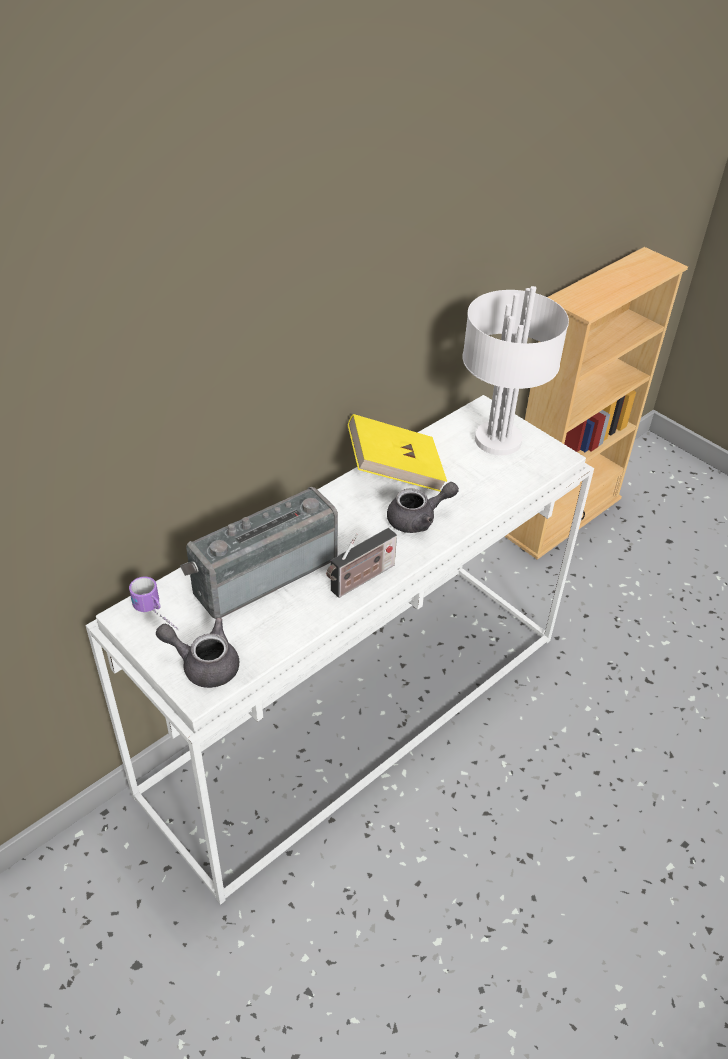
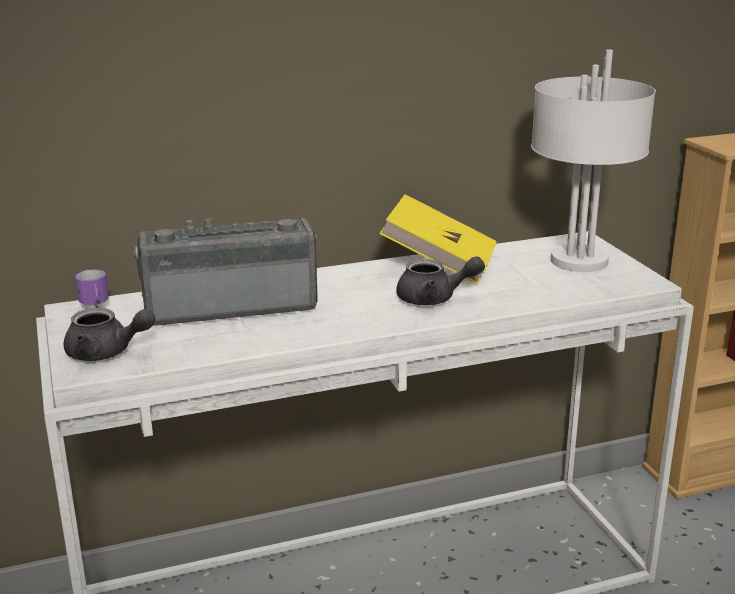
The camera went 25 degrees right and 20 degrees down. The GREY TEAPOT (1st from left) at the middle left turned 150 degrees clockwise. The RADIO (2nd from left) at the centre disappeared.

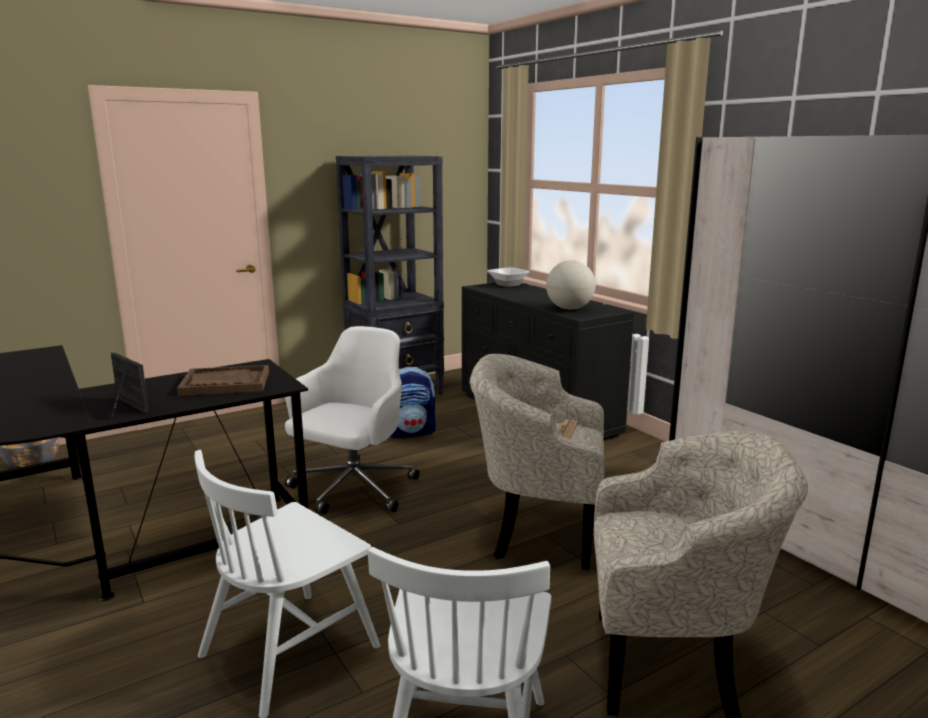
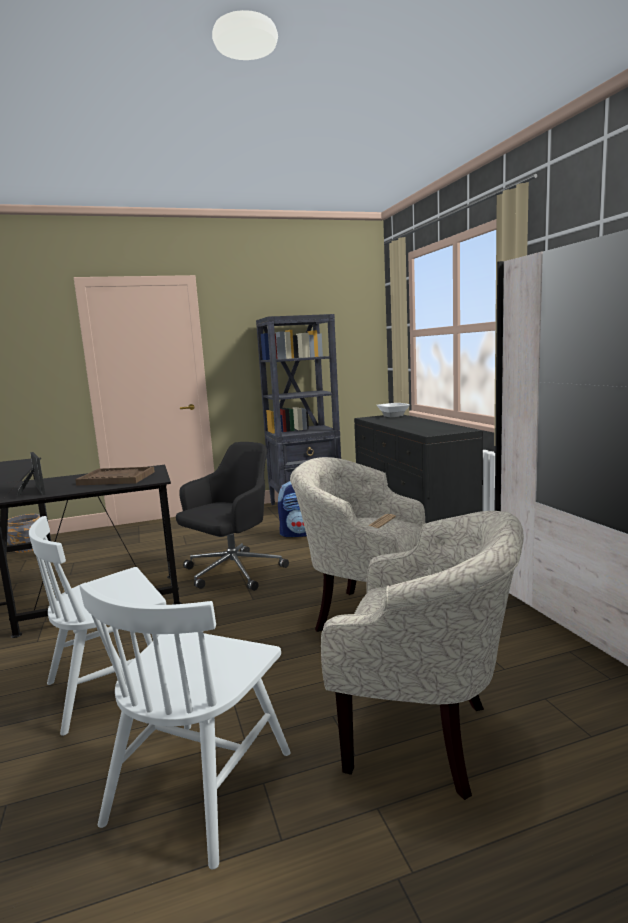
The camera went 15 degrees right and 5 degrees down. The WHITE OFFICE CHAIR at the centre became the BLACK OFFICE CHAIR at the centre. The GLOBE at the centre disappeared.

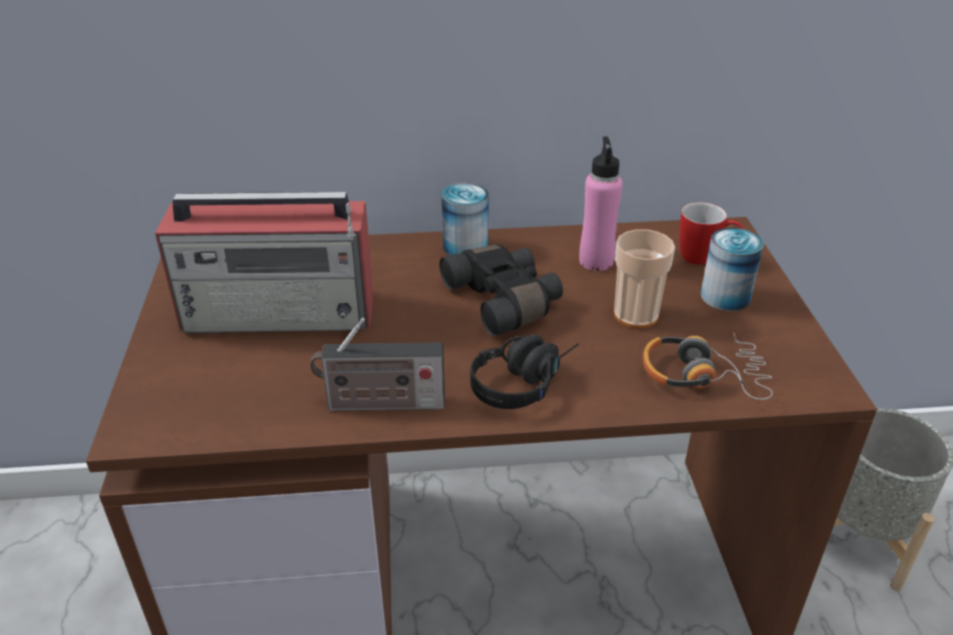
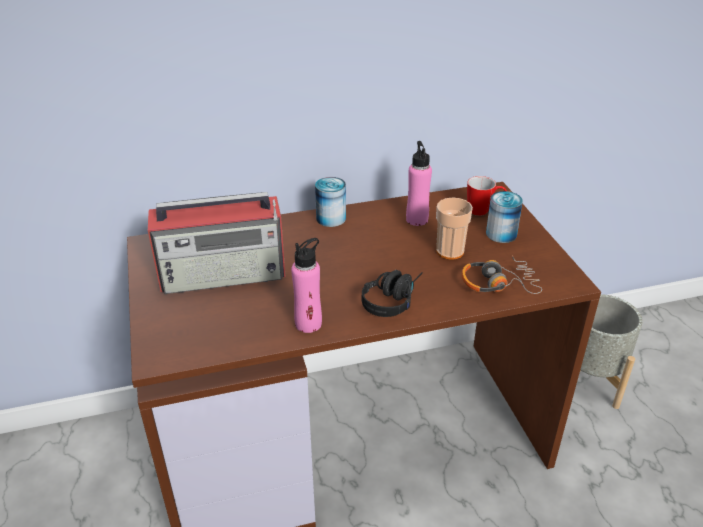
The camera went 10 degrees left and 0 degrees up. The RADIO (2nd from left) at the centre was replaced by the PINK BOTTLE (1st from left) at the centre. The BLACK BINOCULARS at the centre disappeared.

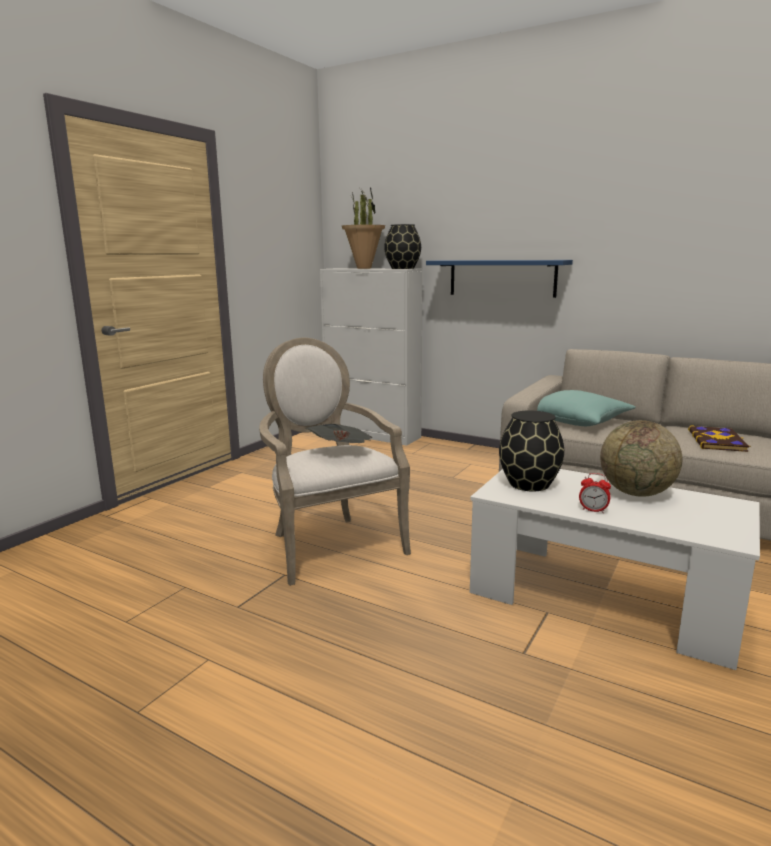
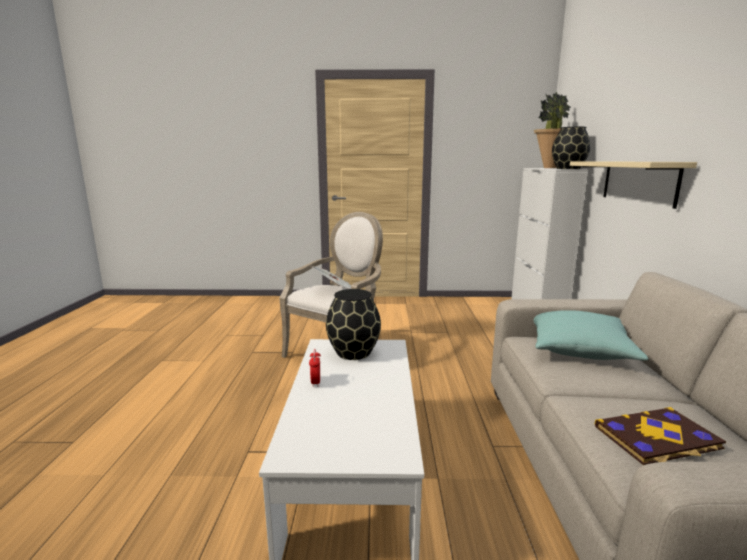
The camera went 60 degrees right and 0 degrees up. The BLUE SHELF at the top centre became the BEIGE SHELF at the top right. The GLOBE at the middle right disappeared.

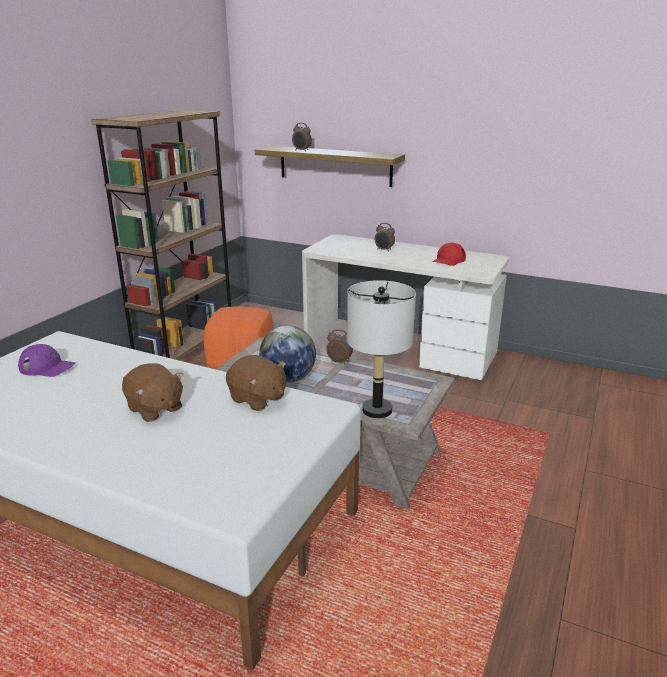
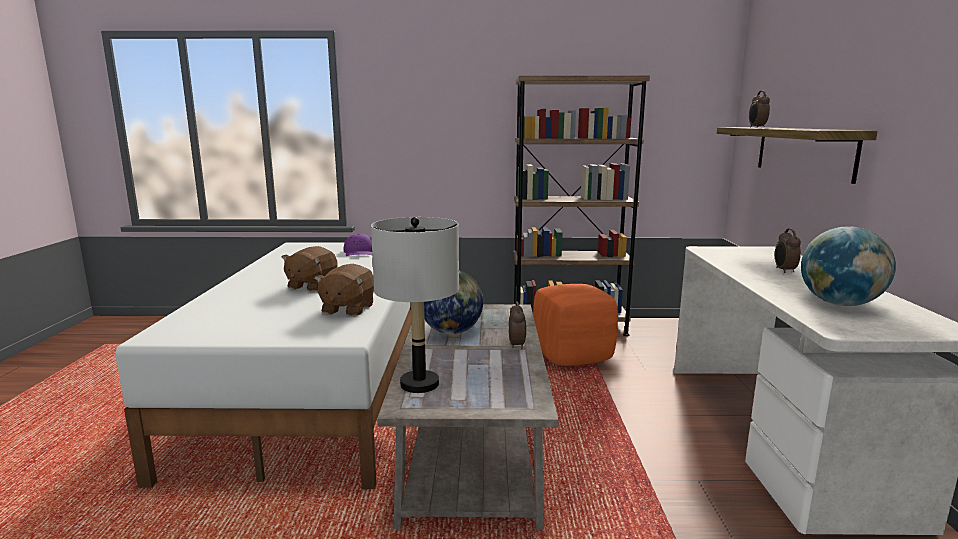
The camera went 65 degrees right and 10 degrees down. The RED CAP at the middle right was replaced by the GLOBE (2nd from left) at the middle right.

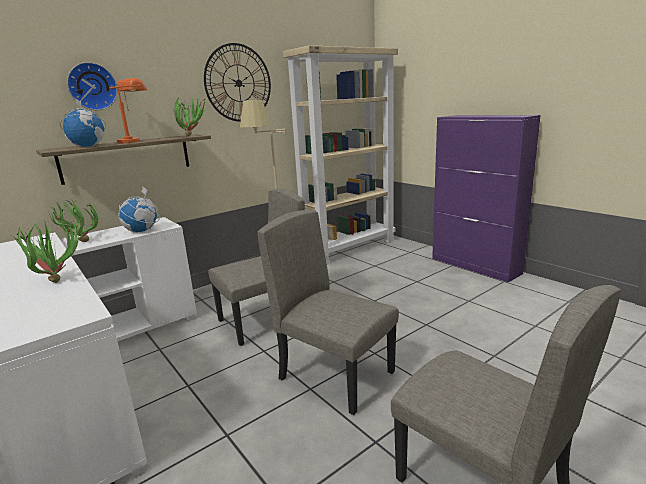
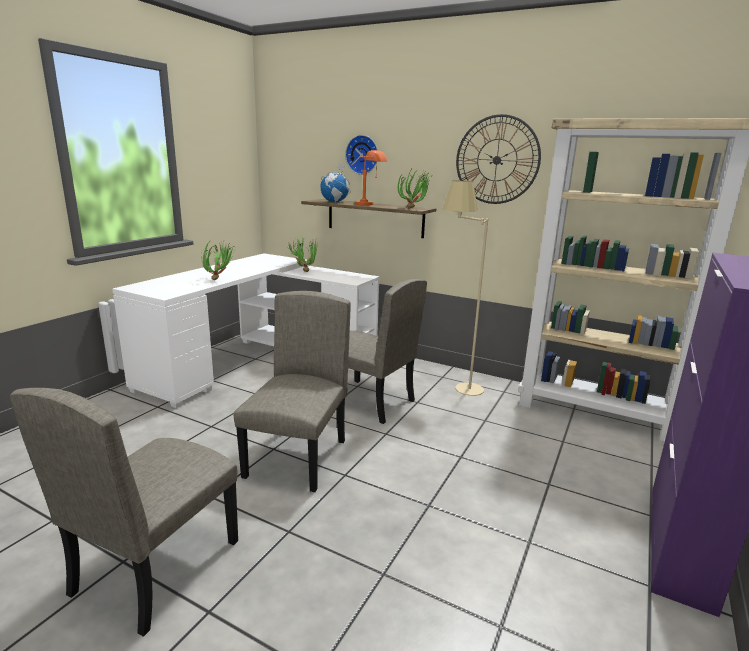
The camera went 65 degrees right and 0 degrees up. The GLOBE (2nd from left) at the middle left disappeared.

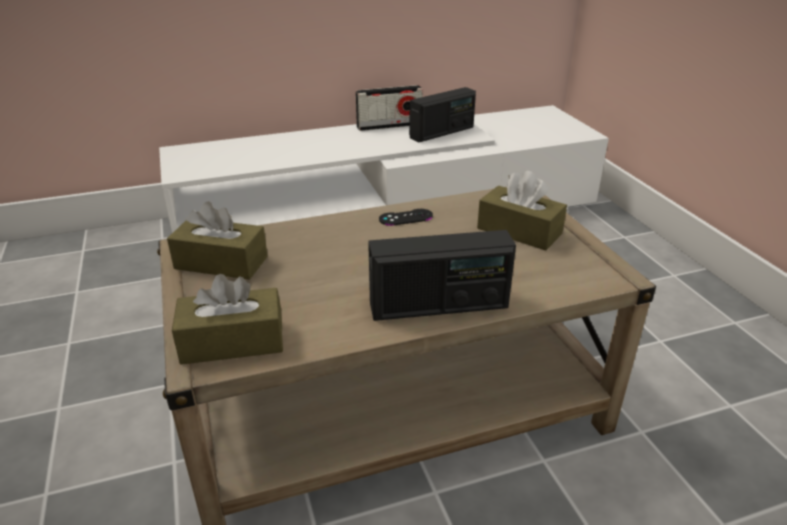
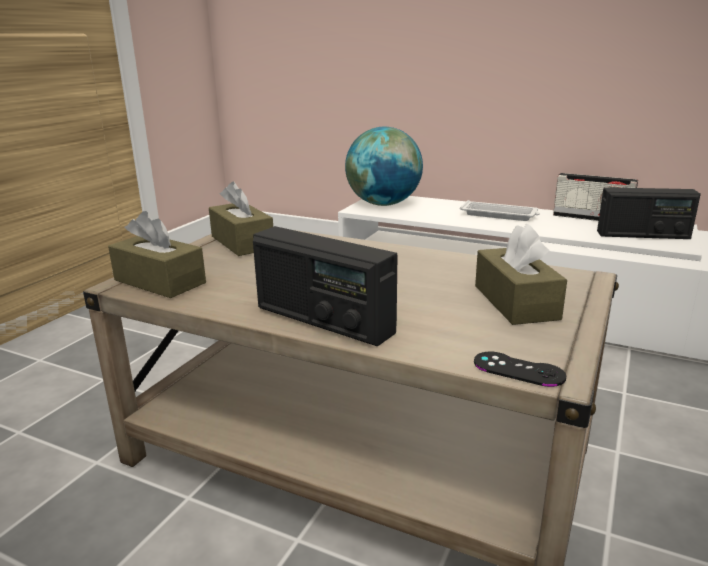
The camera went 45 degrees right and 10 degrees down. The BLACK GAME CONTROLLER moved from the centre to the middle right. The GLOBE at the top centre appeared. The WHITE TRAY at the middle right appeared.

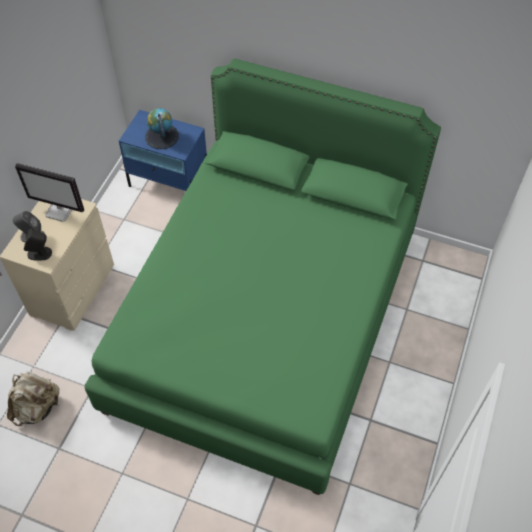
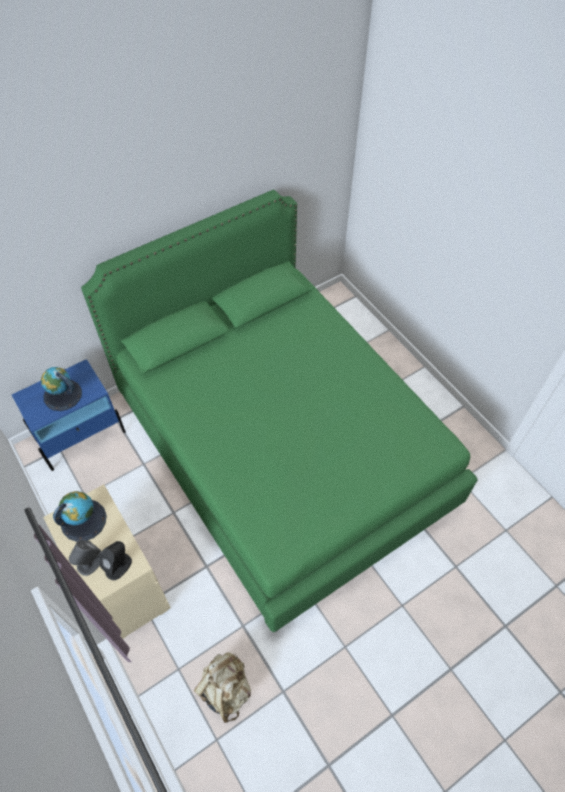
The camera went 55 degrees left and 0 degrees up. The MONITOR at the middle left was replaced by the GLOBE (2nd from left) at the middle left.

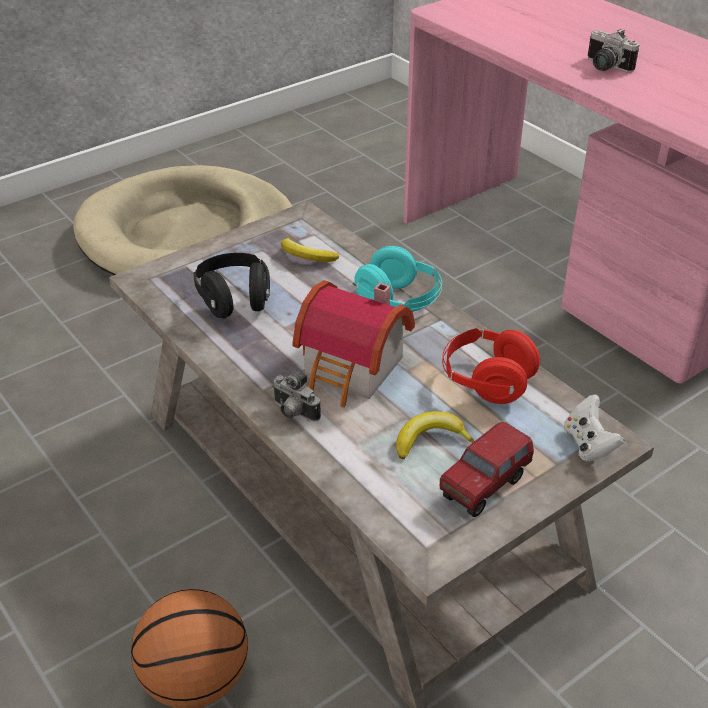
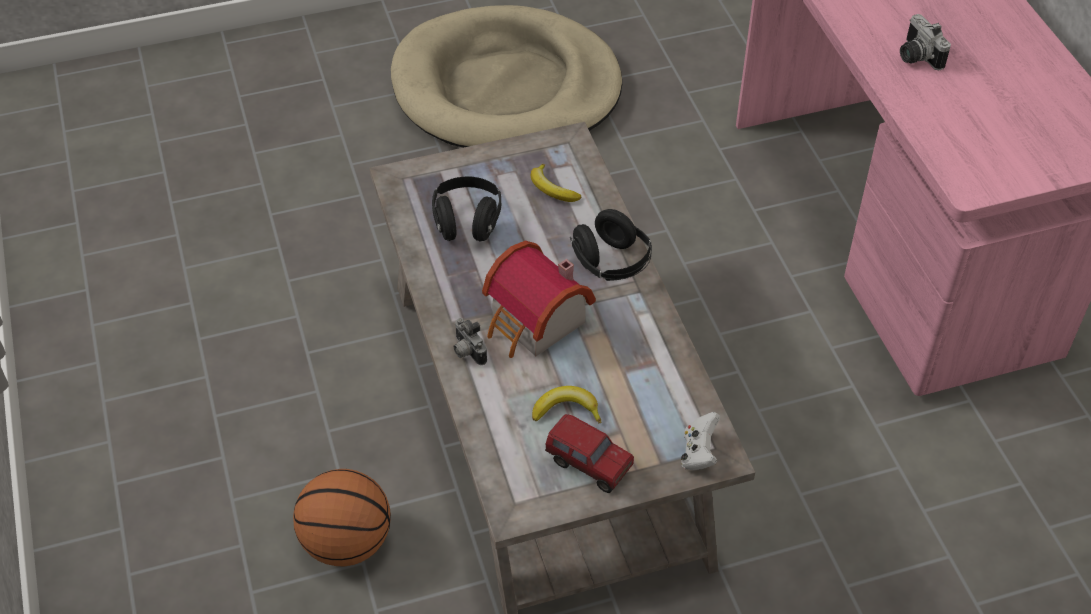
The camera went 20 degrees right and 10 degrees up. The TURQUOISE HEADPHONES at the centre became the BLACK HEADPHONES (2nd from left) at the centre. The TOY TRUCK at the middle right turned 120 degrees counterclockwise. The RED HEADPHONES at the middle right disappeared.

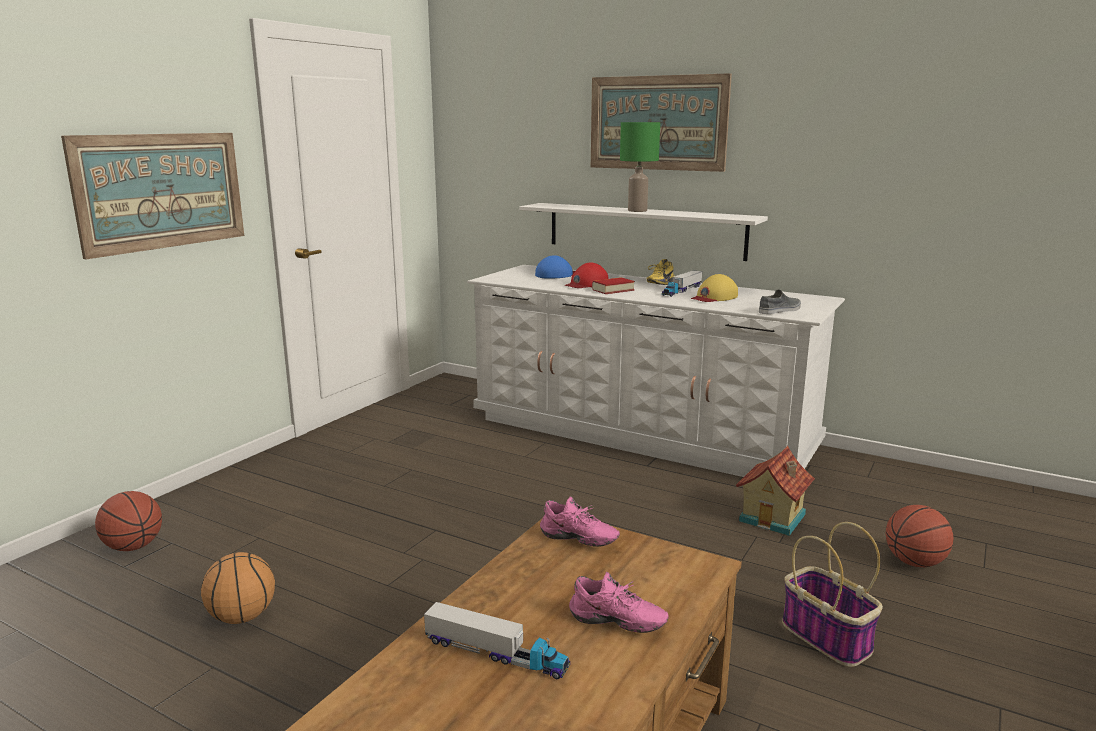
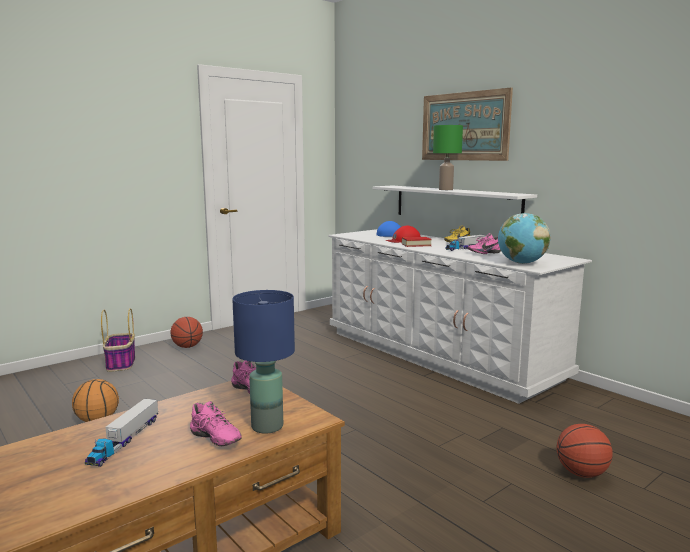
The camera went 20 degrees right and 5 degrees down. The PICTURE (1st from left) at the top left disappeared. The BASKETBALL (1st from left in the first image) moved from the bottom left to the middle left. The TOY TRUCK (1st from left) at the bottom centre turned 60 degrees clockwise. The YELLOW CAP at the centre was replaced by the PINK SHOE (3rd from left) at the middle right. The TOY HOUSE at the bottom right disappeared. The GREY SHOE at the middle right was replaced by the GLOBE at the middle right. The BASKET moved from the bottom right to the middle left. The BLUE TABLE LAMP at the centre appeared.

